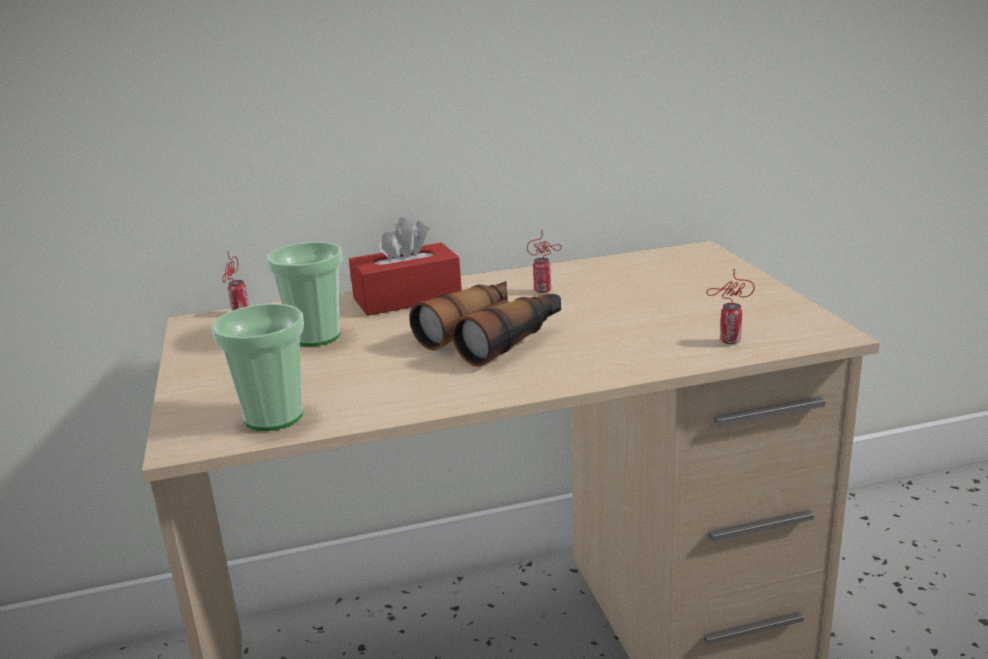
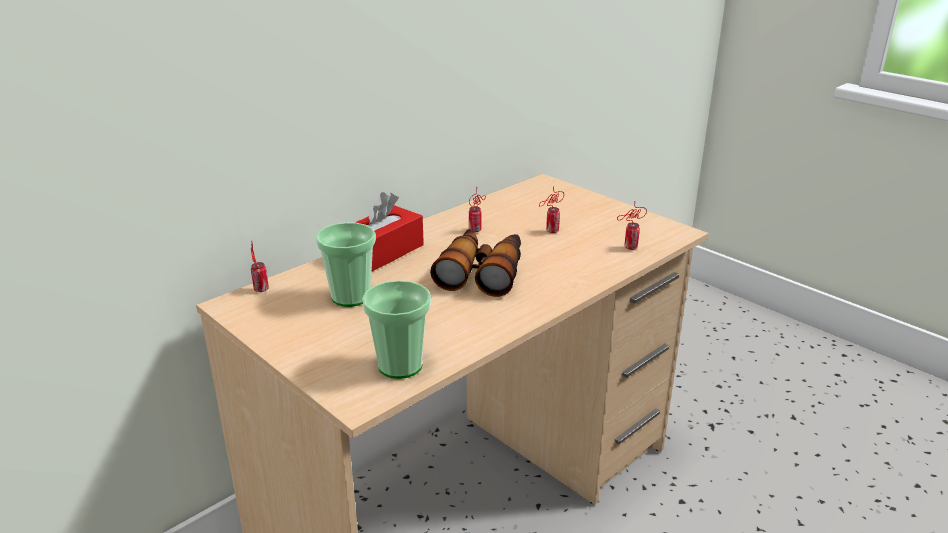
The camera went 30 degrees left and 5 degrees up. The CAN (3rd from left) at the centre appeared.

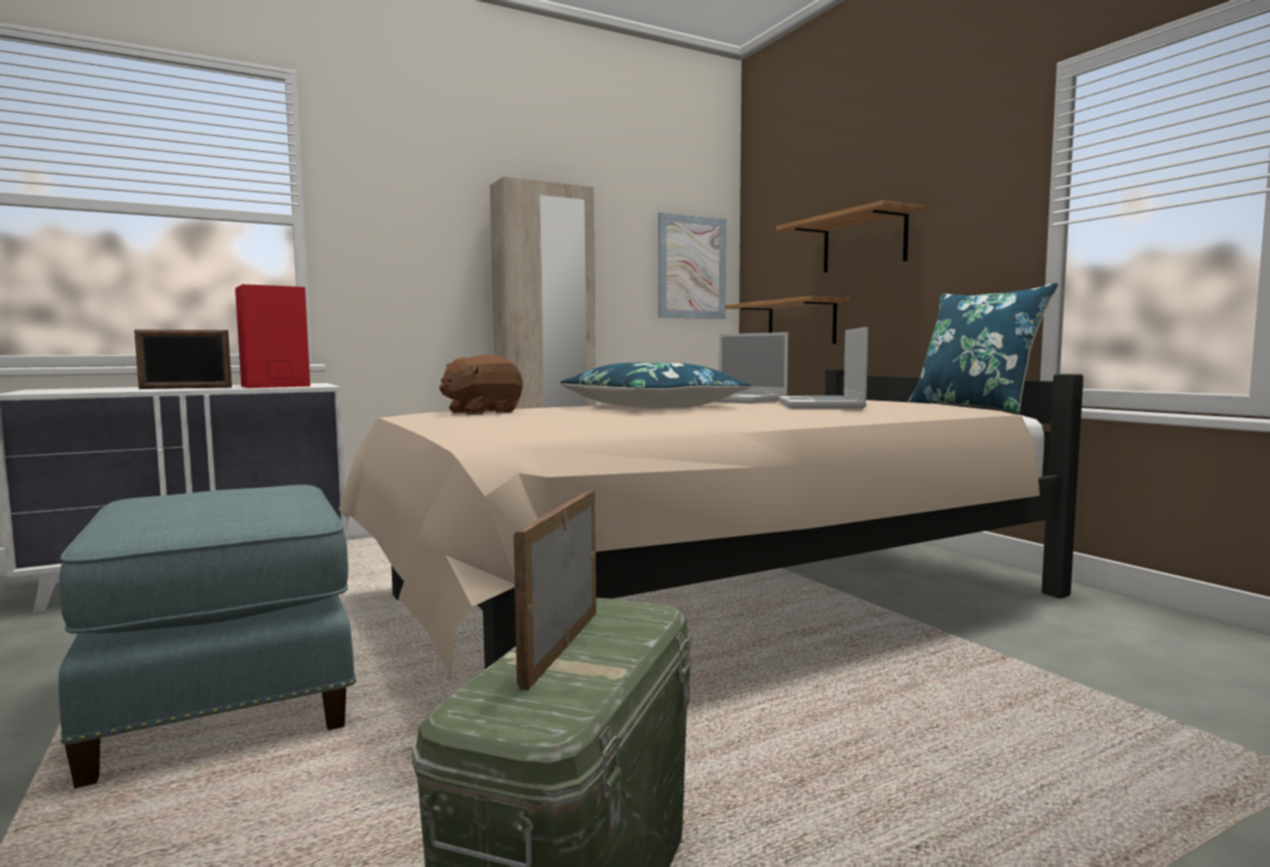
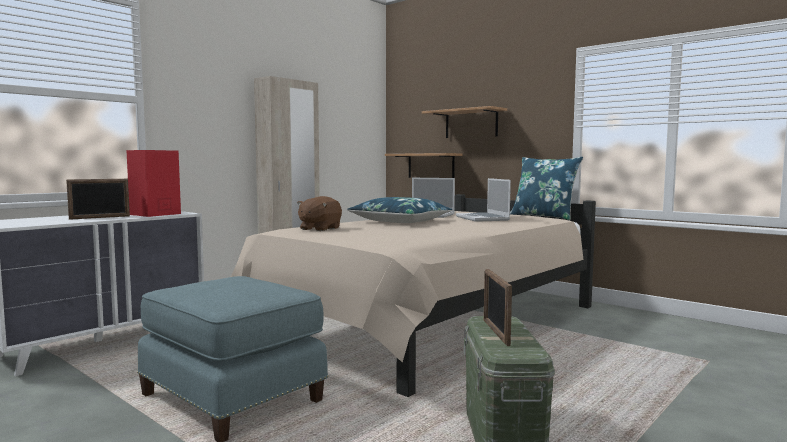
The camera went 20 degrees left and 0 degrees up. The PICTURE at the top centre disappeared.

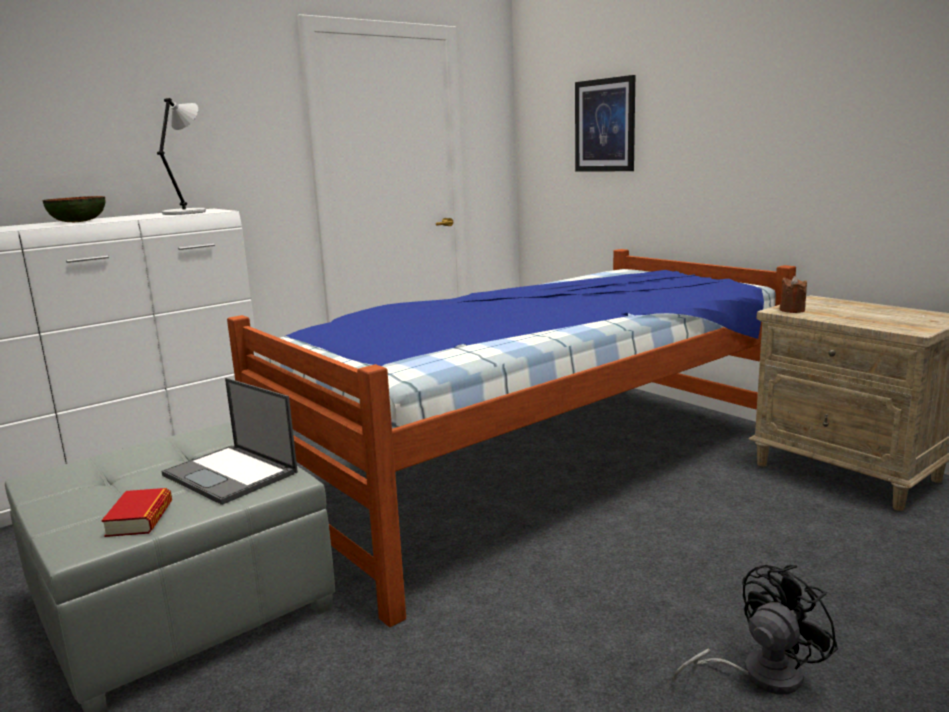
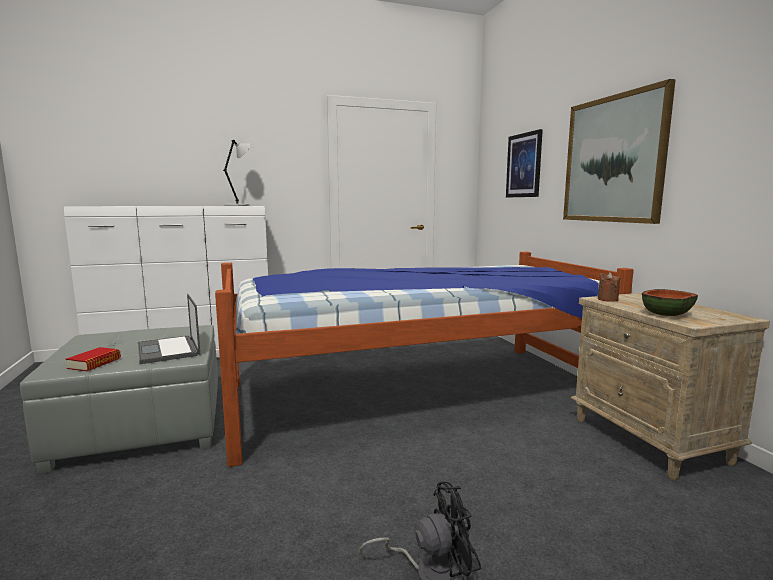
The camera went 20 degrees right and 5 degrees down. The BOWL moved from the top left to the middle right. The PICTURE (2nd from left) at the top right appeared.

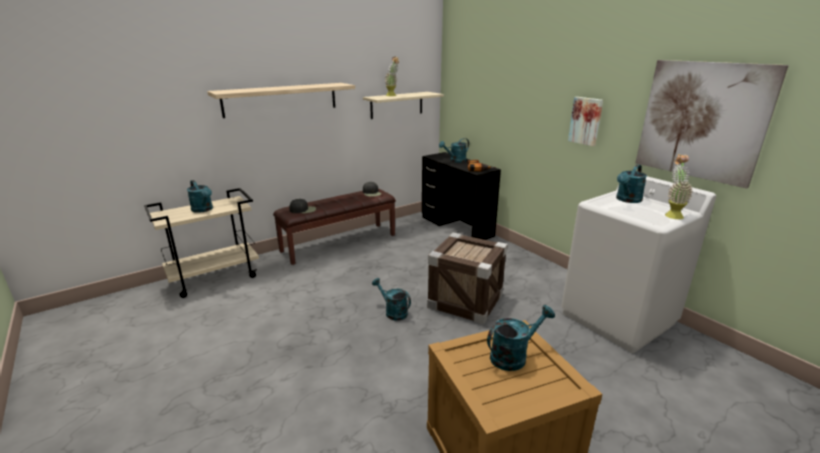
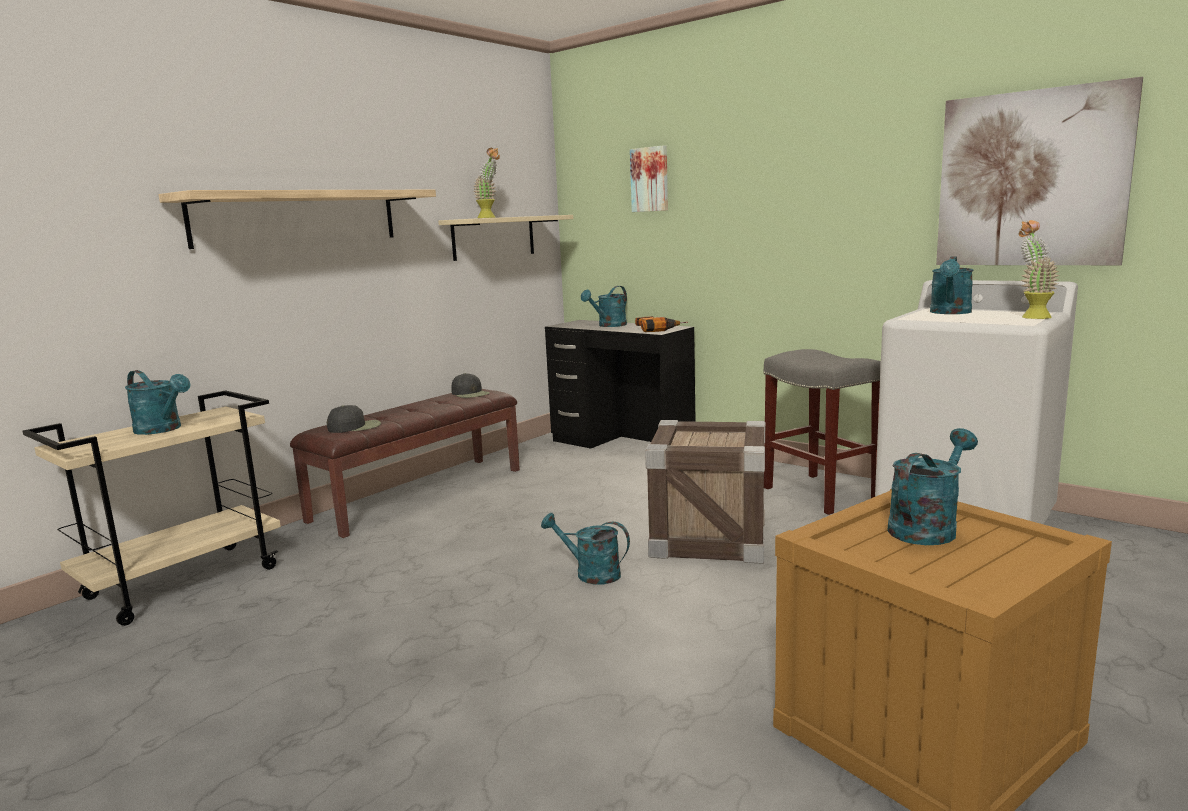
The camera went 15 degrees left and 10 degrees down. The PICTURE (1st from left) moved from the top right to the top centre. The GREY STOOL at the middle right appeared.

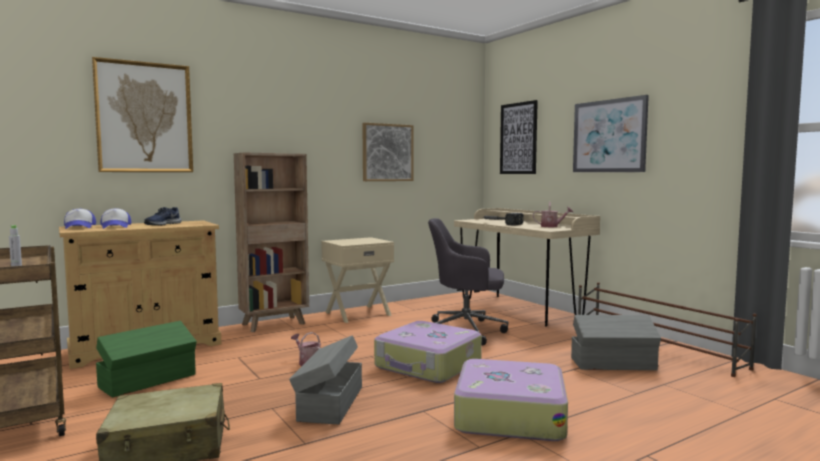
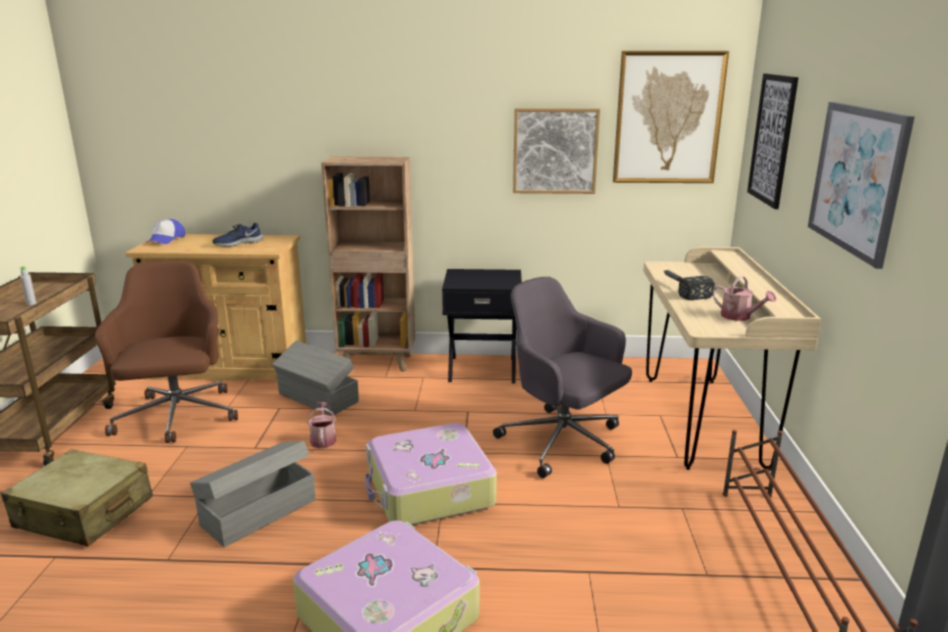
The camera went 35 degrees right and 15 degrees up. The PICTURE (1st from left in the first image) moved from the top left to the top right. The GREEN STORAGE BOX at the bottom left was replaced by the BROWN OFFICE CHAIR at the middle left. The CAP (2nd from left) at the middle left disappeared. The BEIGE NIGHTSTAND at the centre became the BLACK NIGHTSTAND at the centre. The GREY STORAGE BOX (2nd from left) moved from the bottom right to the middle left.

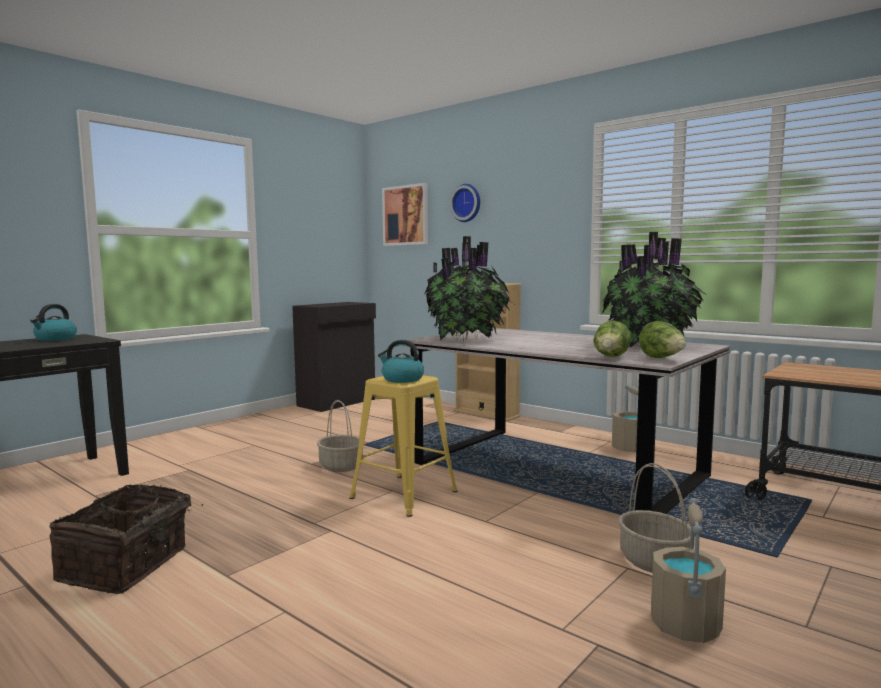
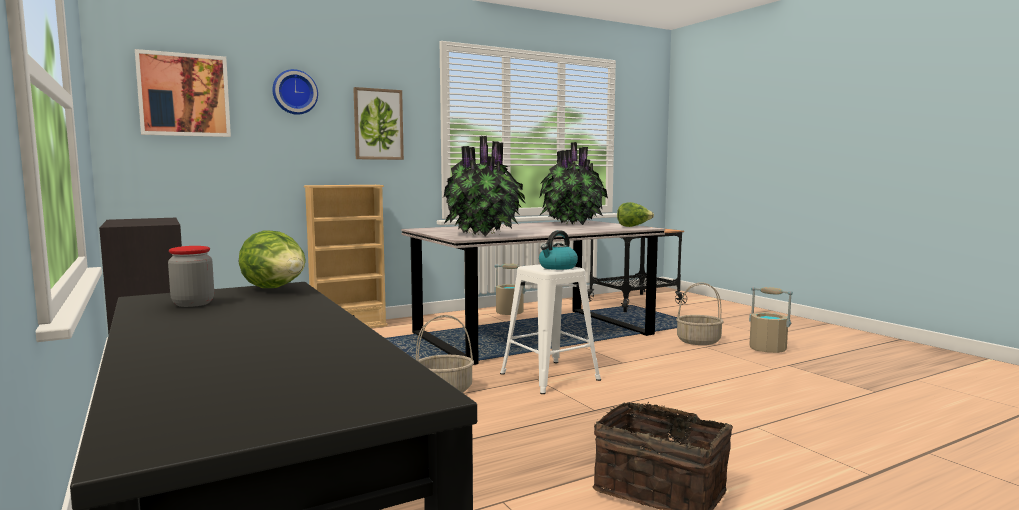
The camera went 70 degrees left and 0 degrees up. The KETTLE (1st from left) at the middle left was replaced by the JAR at the middle left. The YELLOW STOOL at the centre became the WHITE STOOL at the centre. The LETTUCE (1st from left) moved from the middle right to the middle left. The PICTURE (2nd from left) at the top centre appeared.

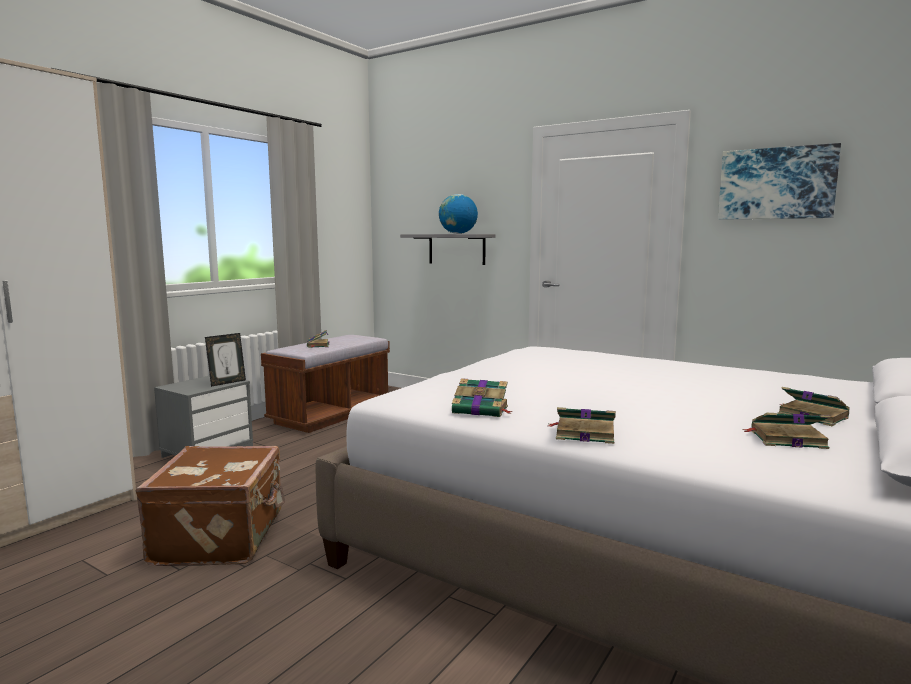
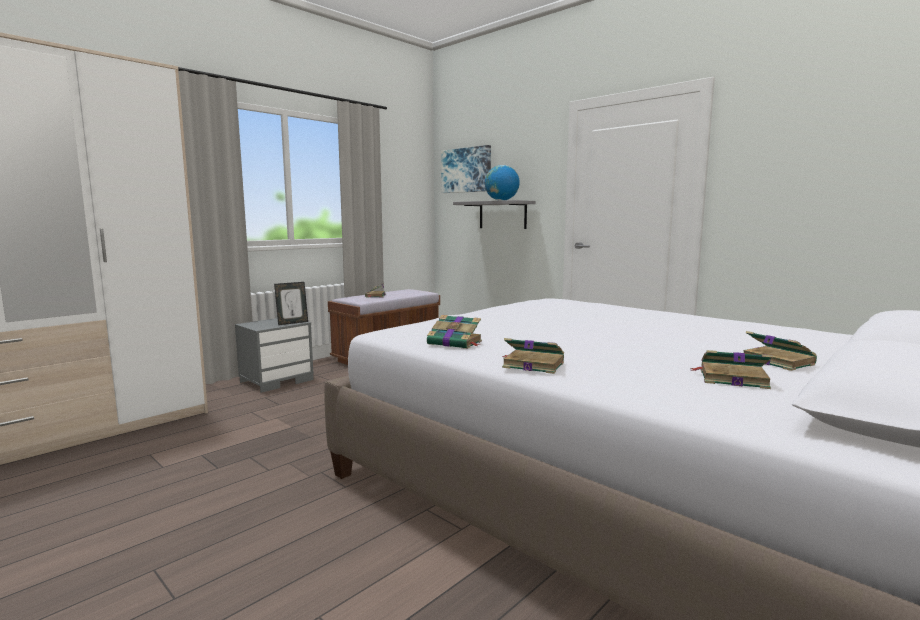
The camera went 10 degrees right and 0 degrees up. The BROWN SUITCASE at the bottom left disappeared. The PICTURE moved from the top right to the top centre.

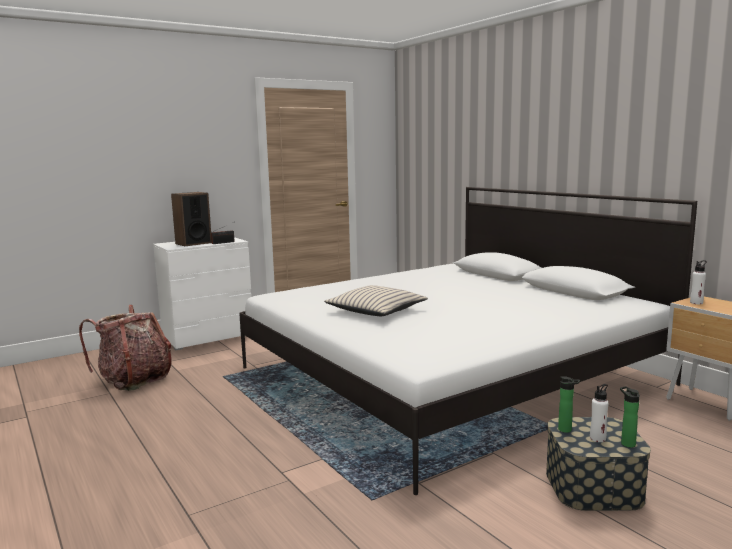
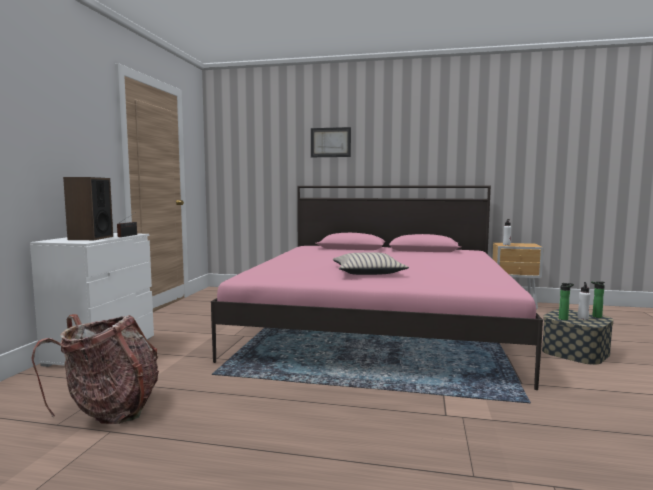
The camera went 45 degrees left and 5 degrees down. The WHITE BED at the centre became the PINK BED at the centre. The PICTURE at the top centre appeared.

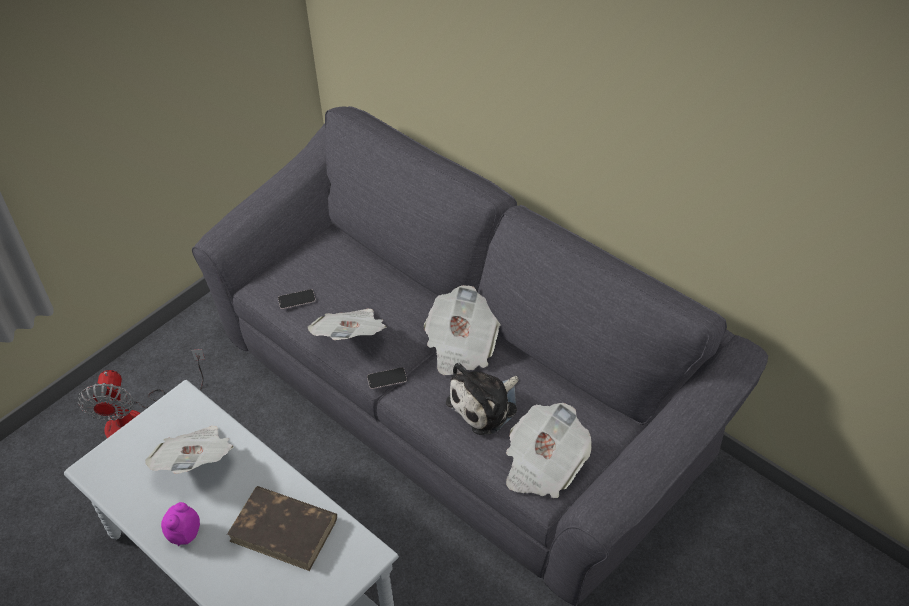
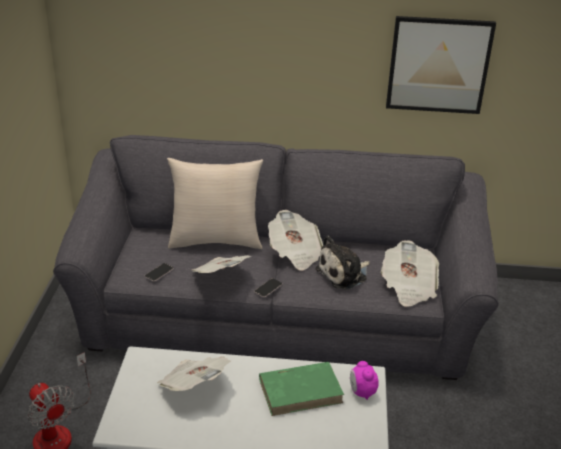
The camera went 40 degrees left and 15 degrees down. The ALARM CLOCK moved from the bottom left to the bottom centre. The BROWN BOOK at the bottom left became the GREEN BOOK at the bottom centre. The PLUSH TOY at the centre turned 45 degrees clockwise. The BEIGE PILLOW at the centre appeared. The PICTURE at the top right appeared.

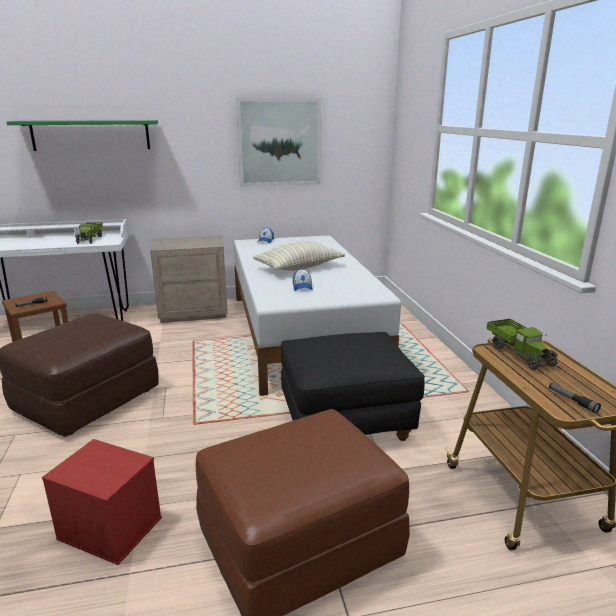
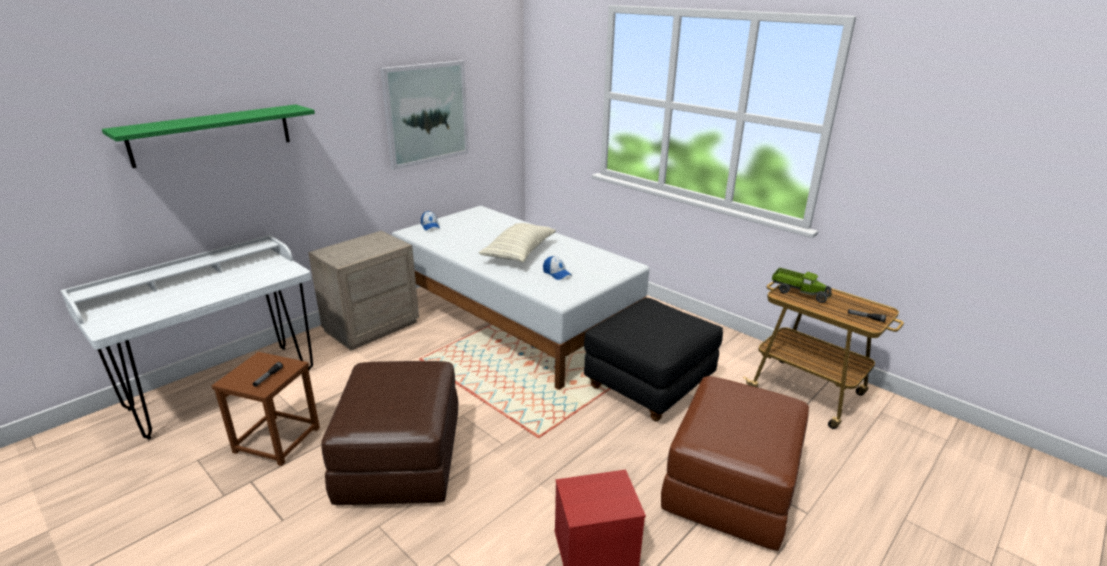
The camera went 35 degrees left and 5 degrees up. The TOY TRUCK (1st from left) at the middle left disappeared.

